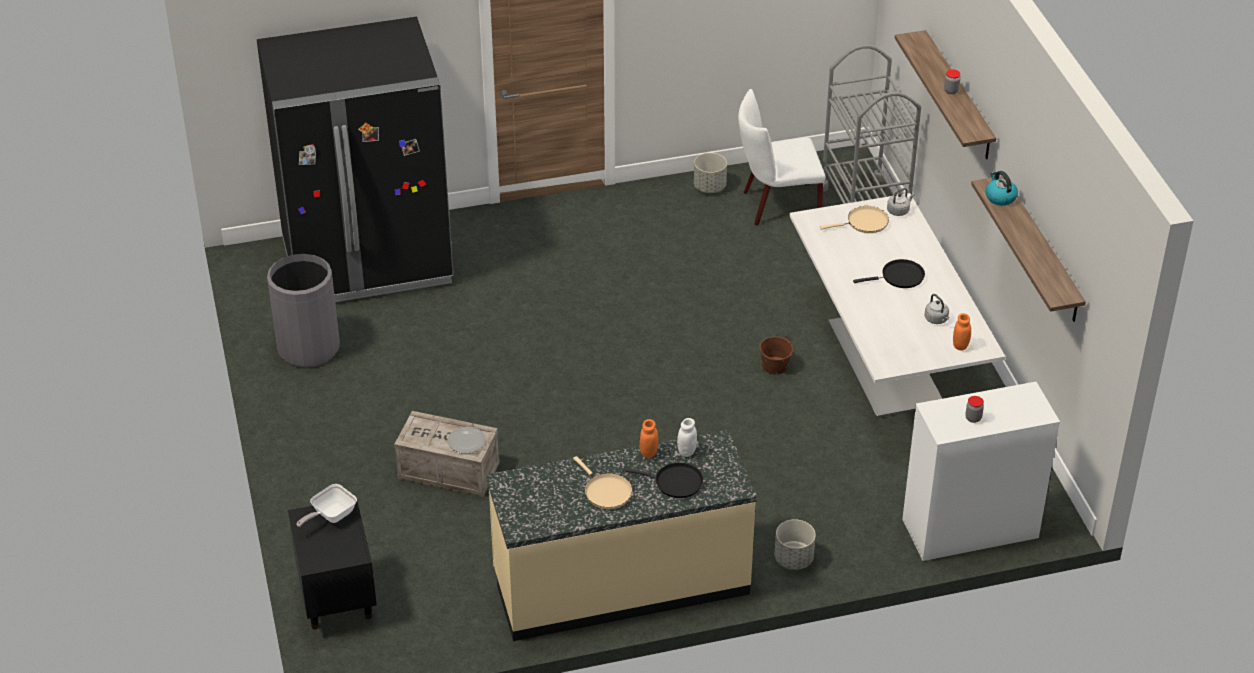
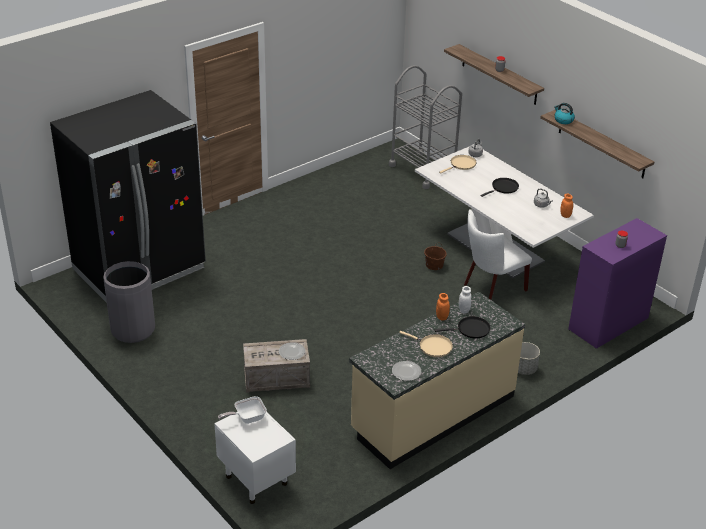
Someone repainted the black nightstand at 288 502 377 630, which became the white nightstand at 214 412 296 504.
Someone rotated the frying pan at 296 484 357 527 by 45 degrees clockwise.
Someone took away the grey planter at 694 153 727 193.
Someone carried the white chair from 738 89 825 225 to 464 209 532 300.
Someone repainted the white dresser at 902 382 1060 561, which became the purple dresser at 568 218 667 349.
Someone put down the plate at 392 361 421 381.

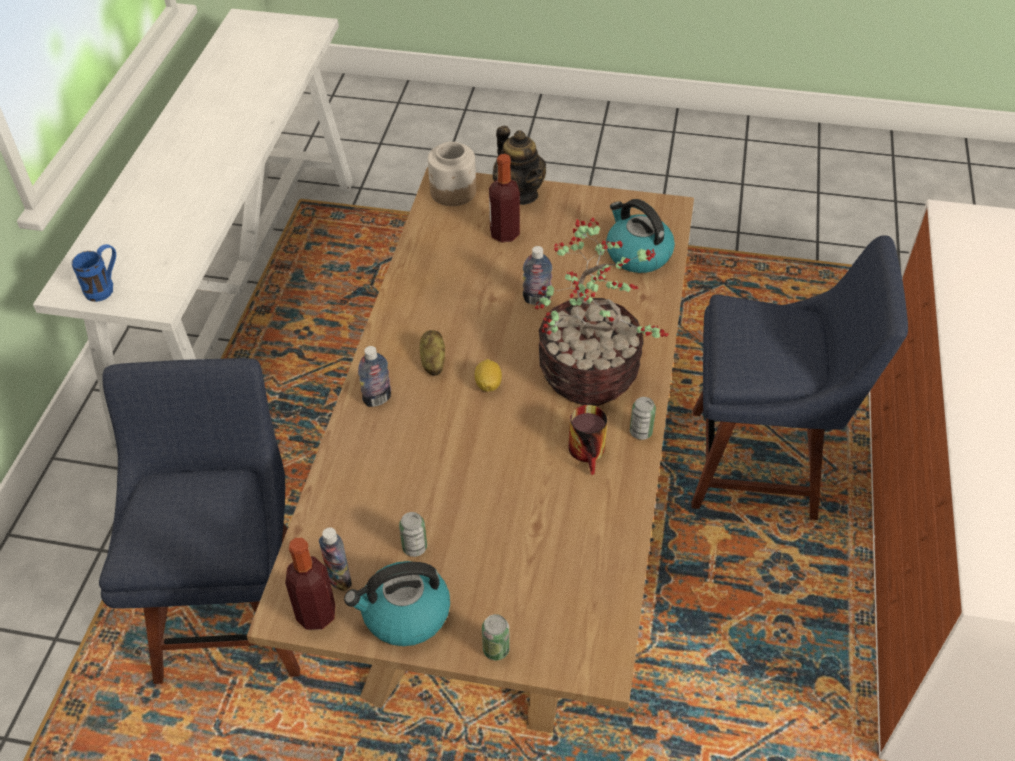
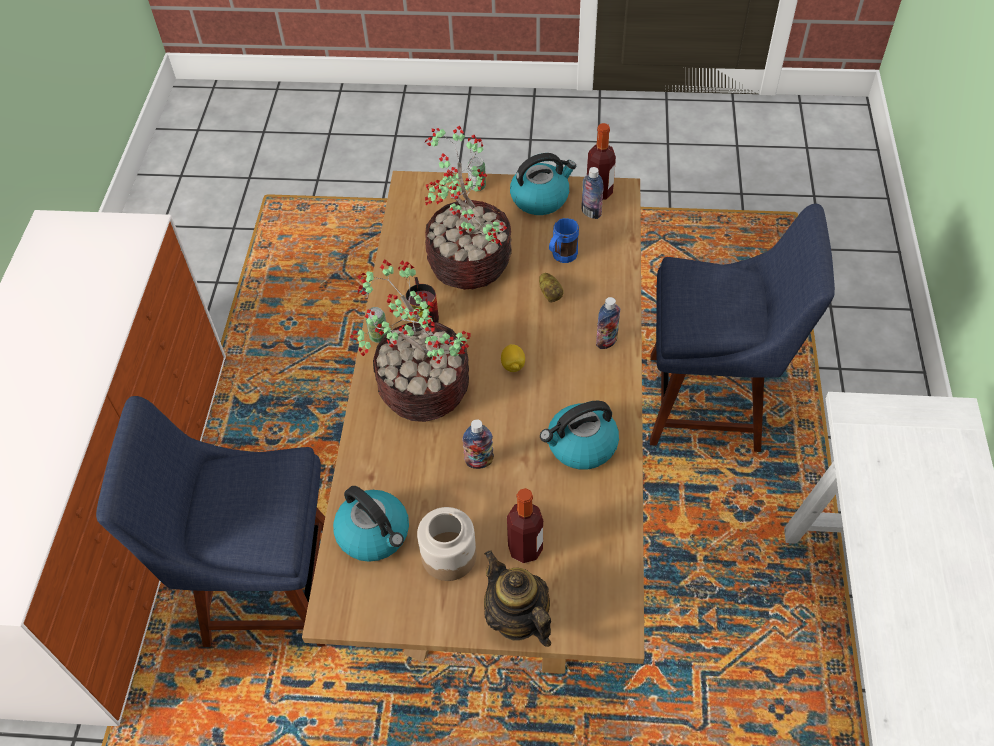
Someone carried the blue mug from 72 244 116 302 to 549 218 579 263.
Someone rotated the blue chair at 99 358 300 684 by 75 degrees counterclockwise.
Someone took away the can at 399 512 427 557.
Someone carried the potato from 420 330 445 376 to 539 273 564 303.
Someone carried the jar from 428 142 476 206 to 417 507 476 581.
Someone put down the potted plant at 425 126 512 290.
Someone put down the kettle at 540 401 619 470.

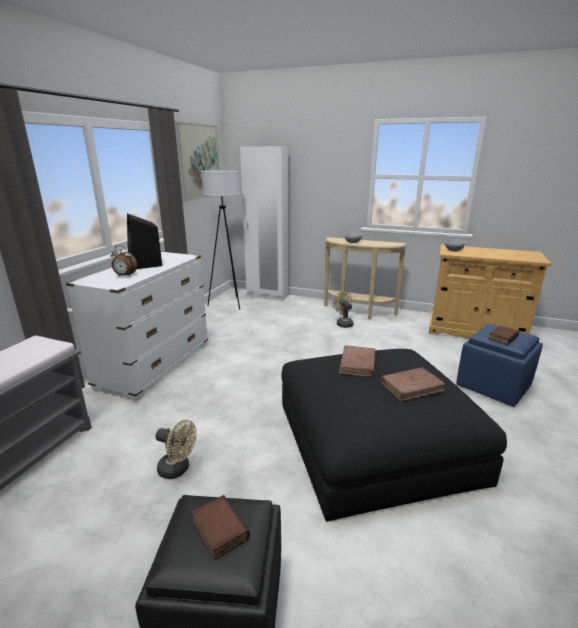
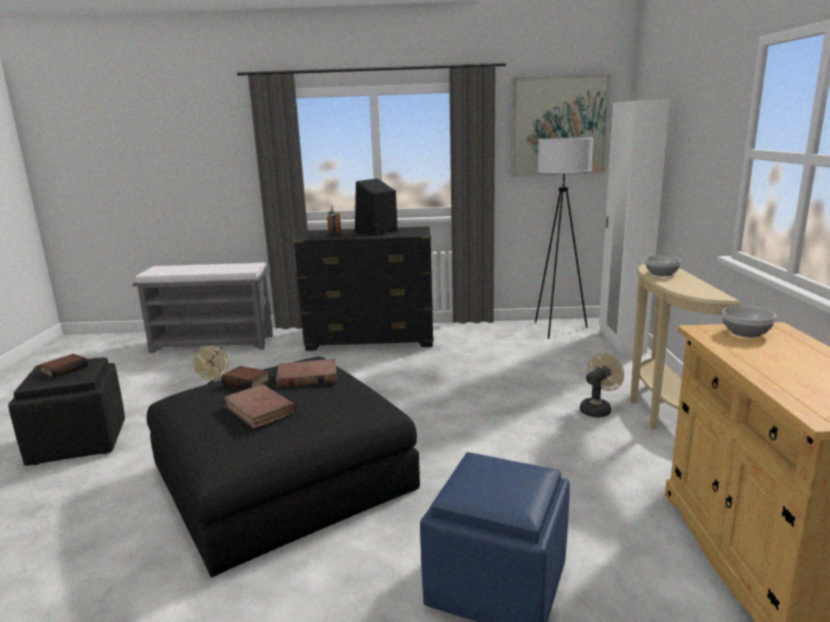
Someone repainted the white dresser at 66 251 208 401, which became the black dresser at 294 226 434 351.
Someone carried the book from 489 326 519 345 to 221 366 270 389.

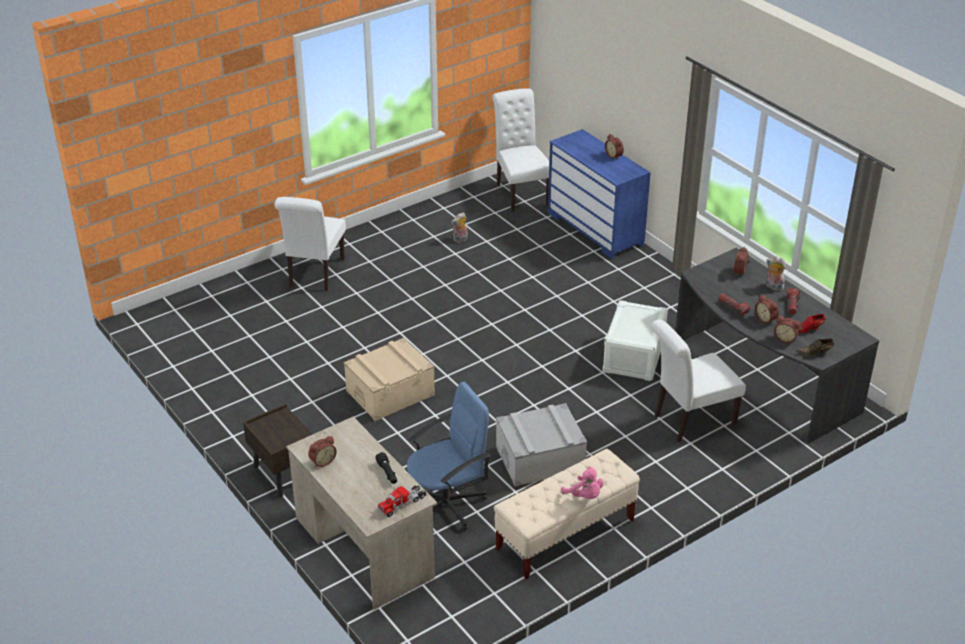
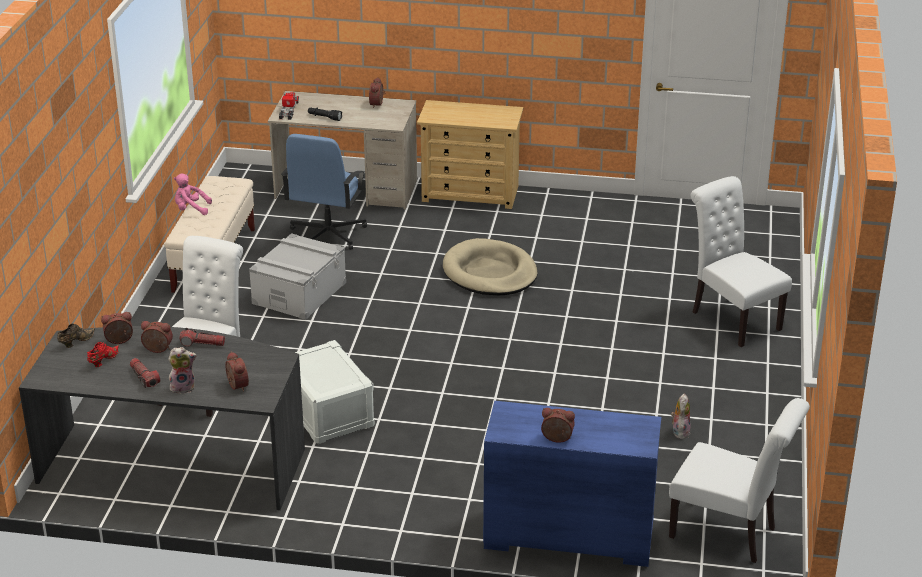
Someone swapped the brown nightstand at 243 404 313 497 for the beige dresser at 417 100 523 209.
Someone swapped the beige storage box at 344 338 435 421 for the beige dog bed at 443 238 538 295.

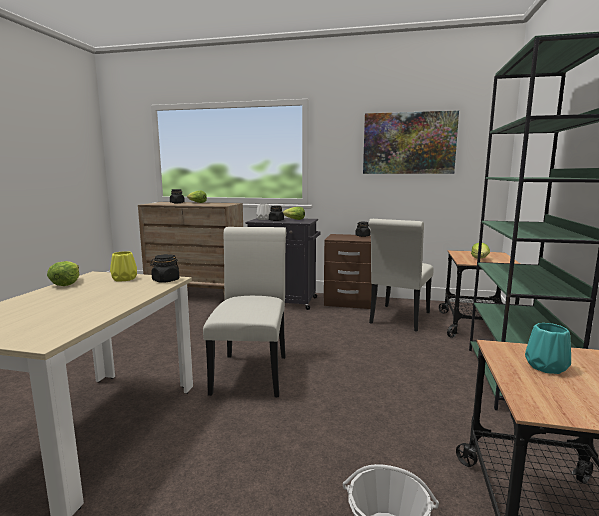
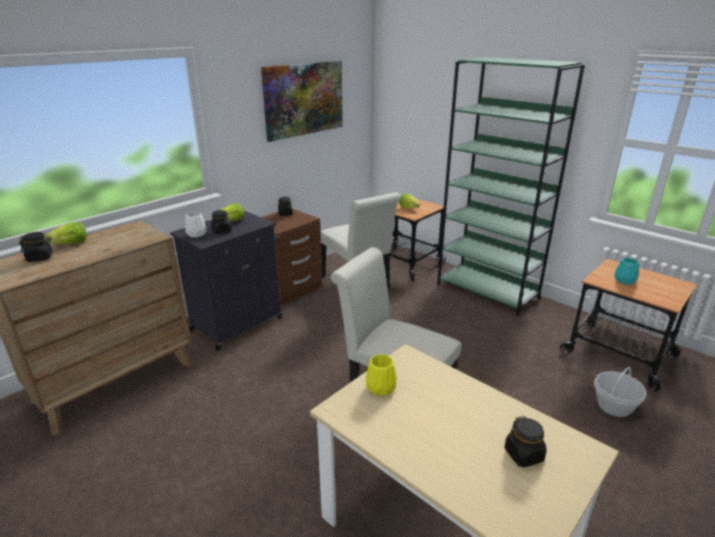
Someone took away the lettuce at 47 261 79 286.
Someone carried the black jar from 150 254 179 283 to 504 416 547 467.

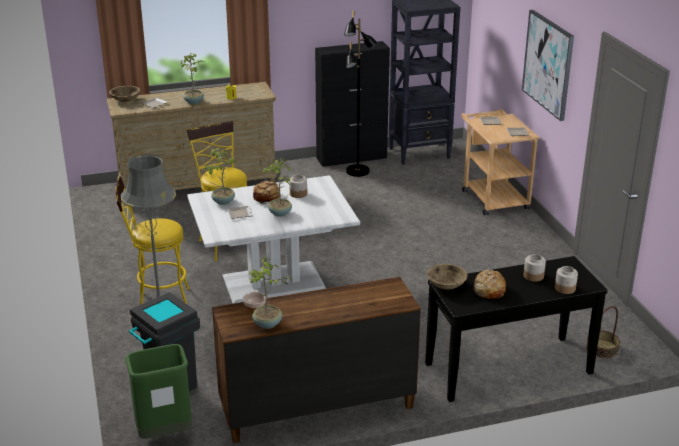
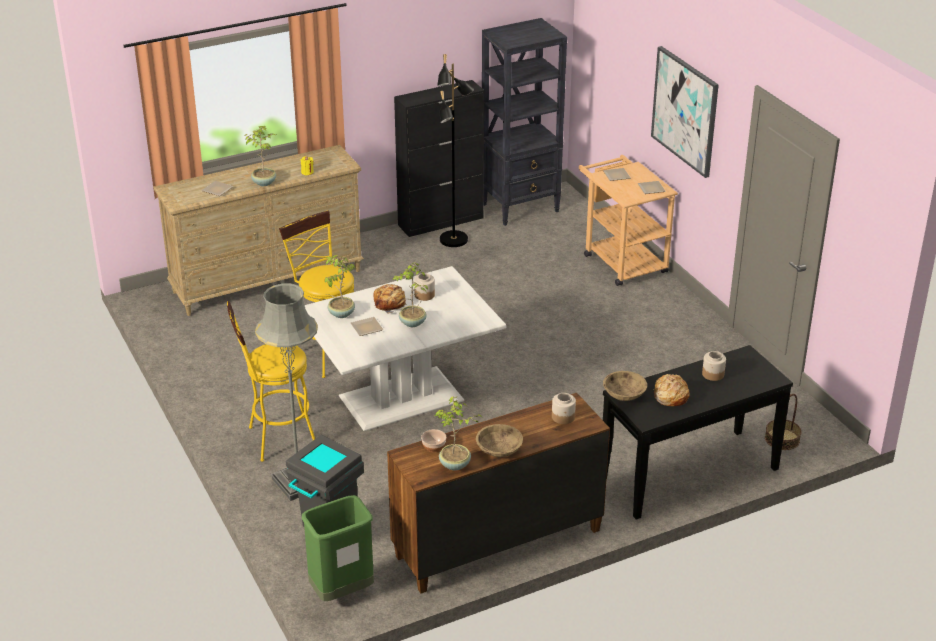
Someone carried the beige bowl from 109 86 140 102 to 476 424 523 457.
Someone carried the jar from 555 266 578 294 to 552 393 576 424.

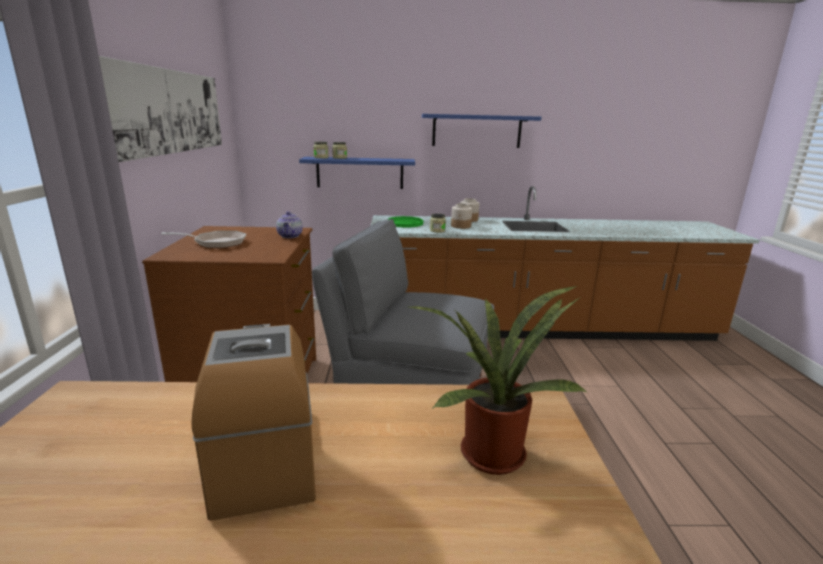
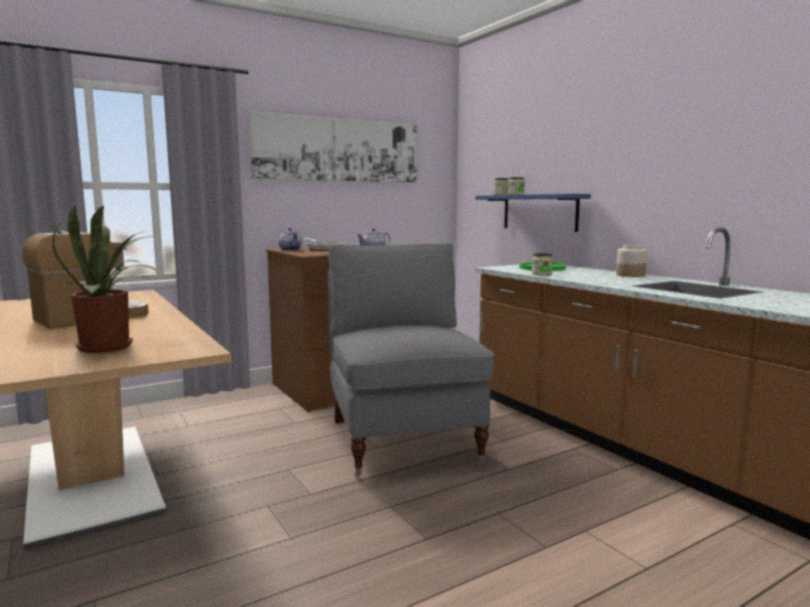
Someone took away the blue shelf at 422 114 542 148.
Someone took away the jar at 451 203 472 229.
Someone put down the teapot at 279 227 302 251.

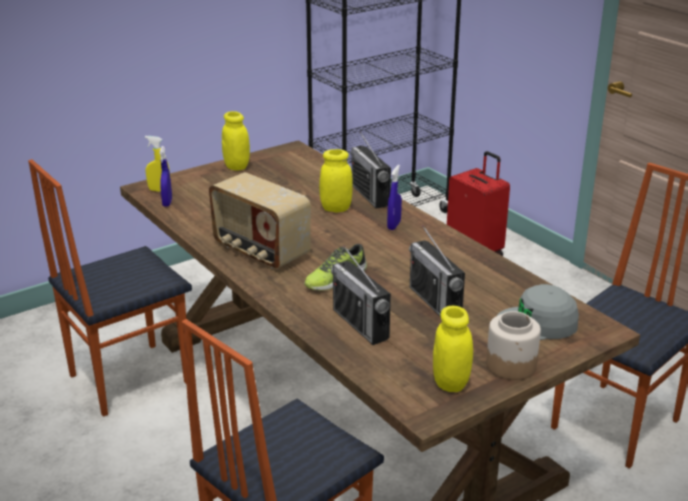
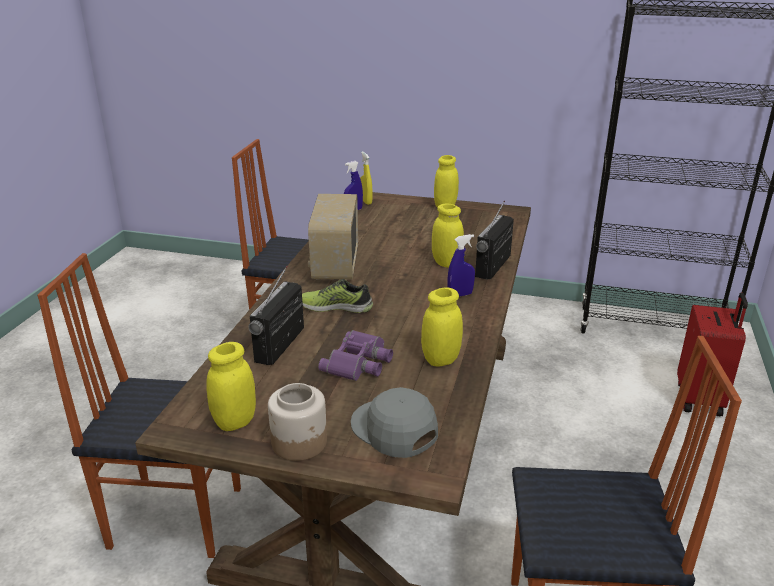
Someone swapped the radio at 409 225 465 317 for the purple binoculars at 318 330 393 381.
Someone put down the yellow jar at 421 287 463 366.

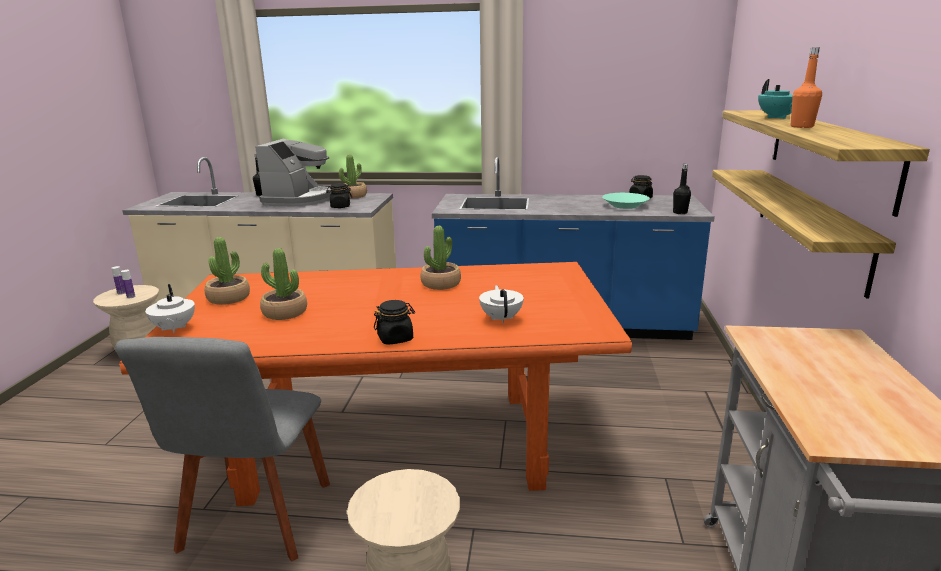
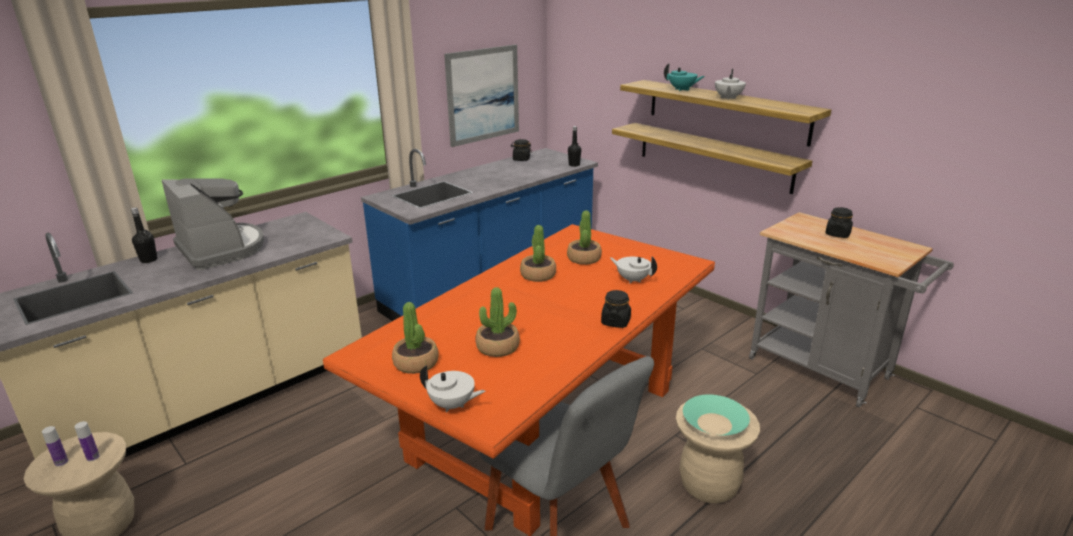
Someone carried the black jar from 326 183 352 208 to 825 207 853 238.
Someone carried the potted plant from 339 154 367 199 to 567 211 602 265.
Someone carried the turquoise bowl from 602 193 650 209 to 683 394 750 435.
Someone swapped the orange bottle at 791 47 822 128 for the white teapot at 715 69 746 100.
Someone put up the picture at 444 45 519 147.

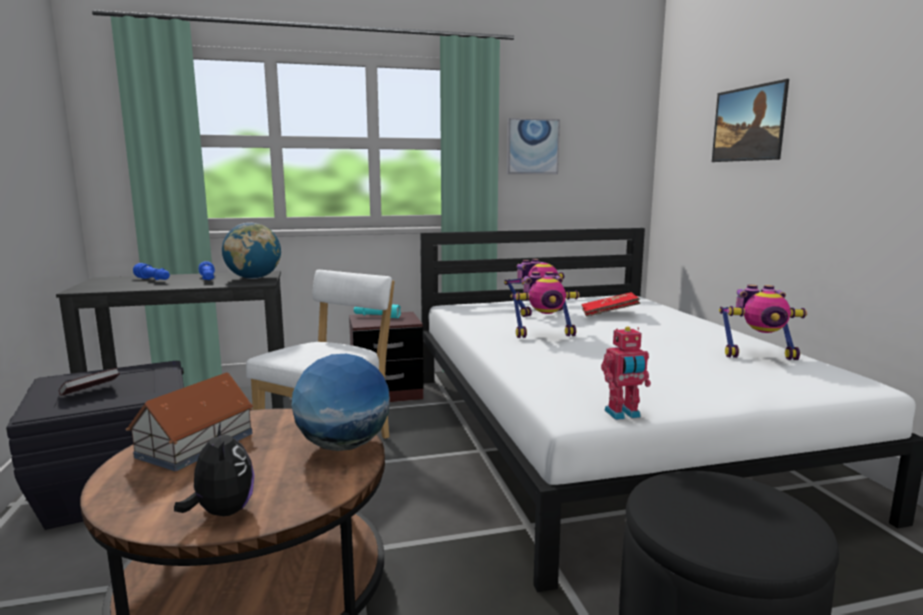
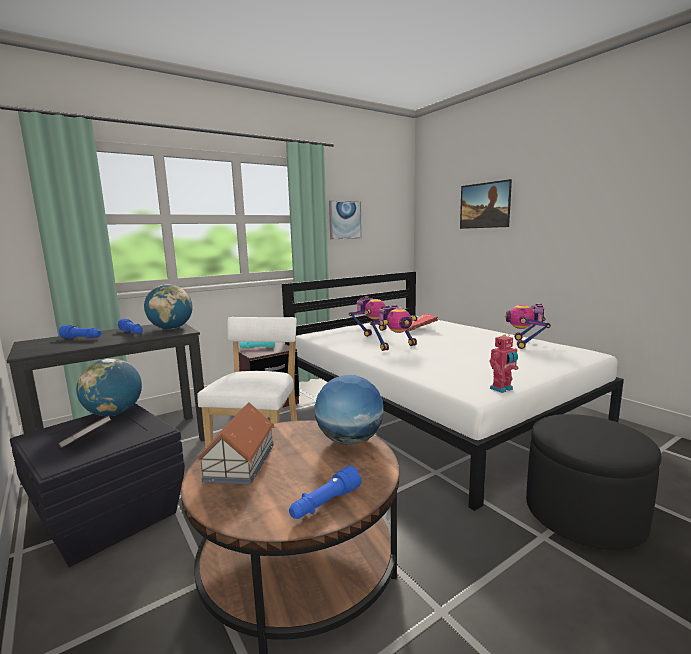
Someone swapped the plush toy at 174 422 255 516 for the blue flashlight at 289 466 362 519.
Someone rotated the toy robot at 719 285 807 360 by 120 degrees clockwise.
Someone put down the globe at 76 359 142 416.

